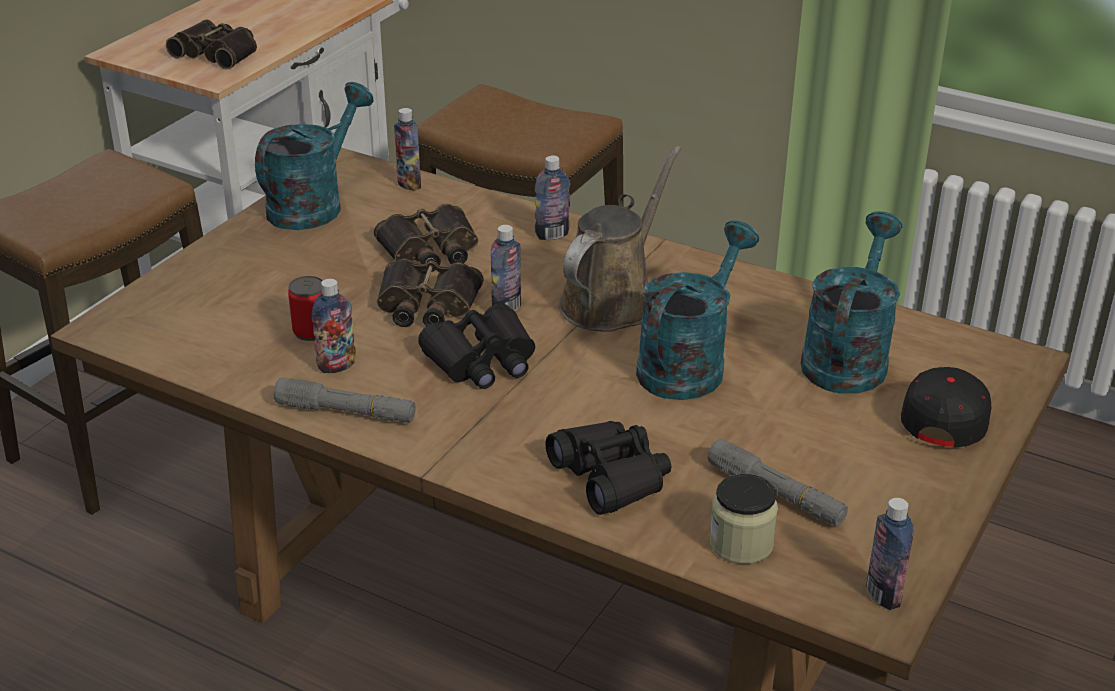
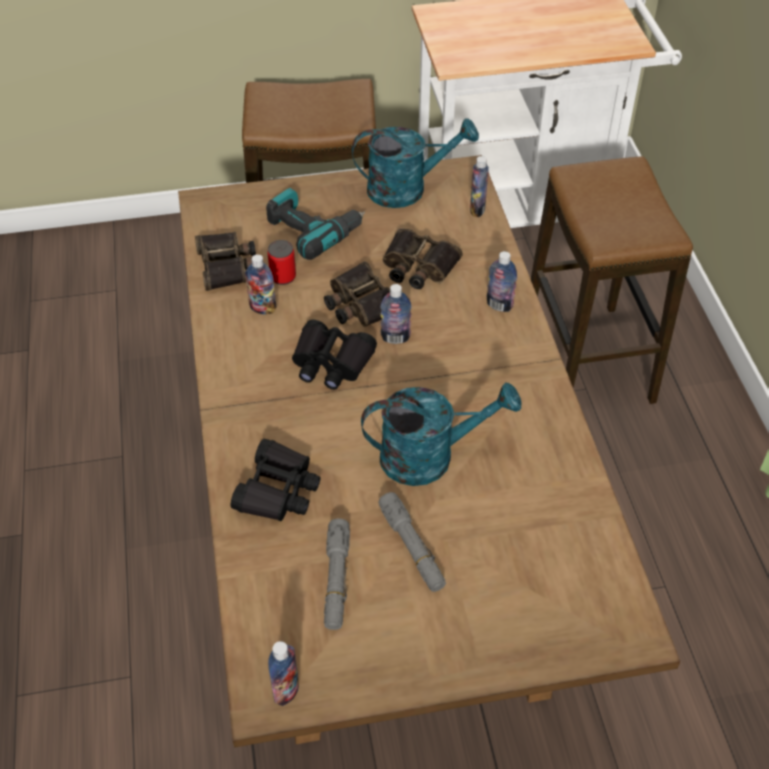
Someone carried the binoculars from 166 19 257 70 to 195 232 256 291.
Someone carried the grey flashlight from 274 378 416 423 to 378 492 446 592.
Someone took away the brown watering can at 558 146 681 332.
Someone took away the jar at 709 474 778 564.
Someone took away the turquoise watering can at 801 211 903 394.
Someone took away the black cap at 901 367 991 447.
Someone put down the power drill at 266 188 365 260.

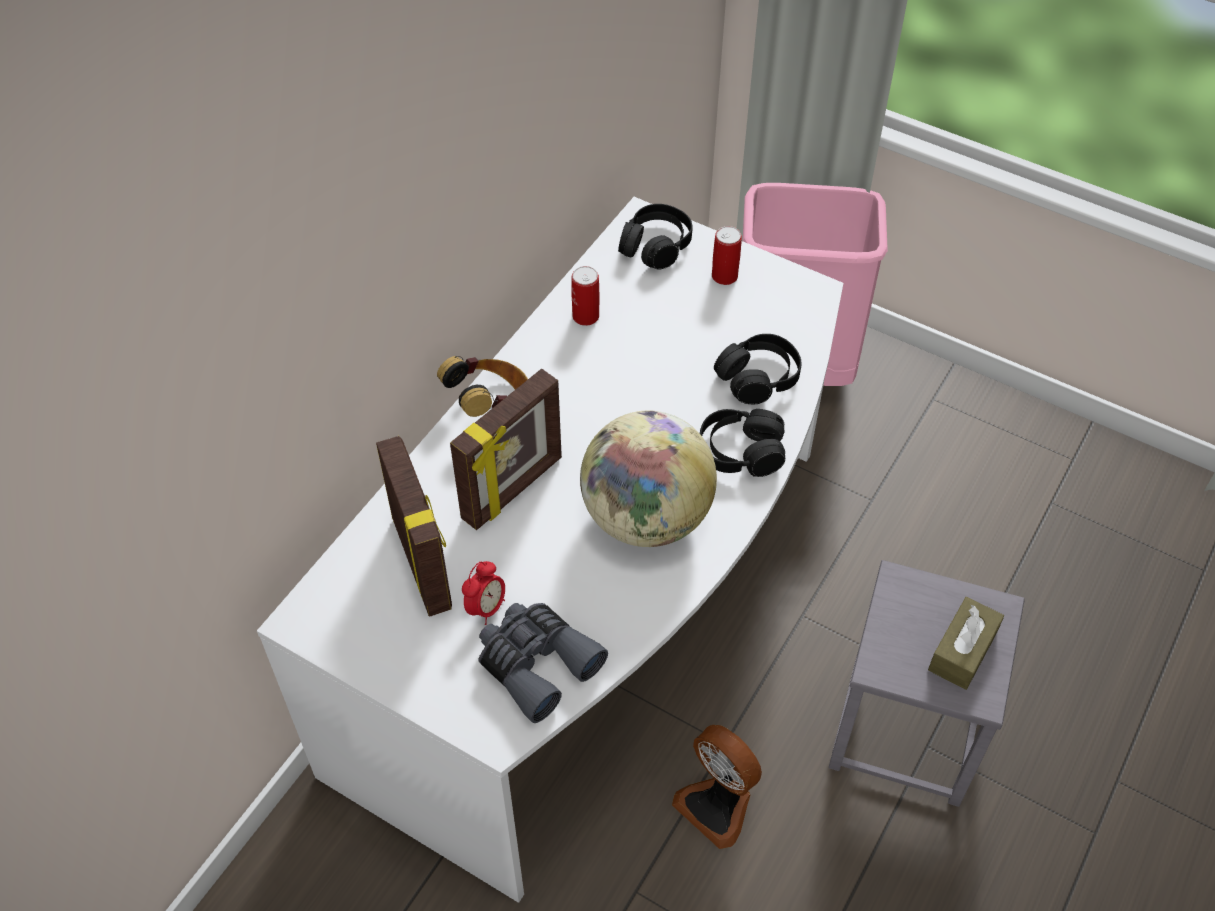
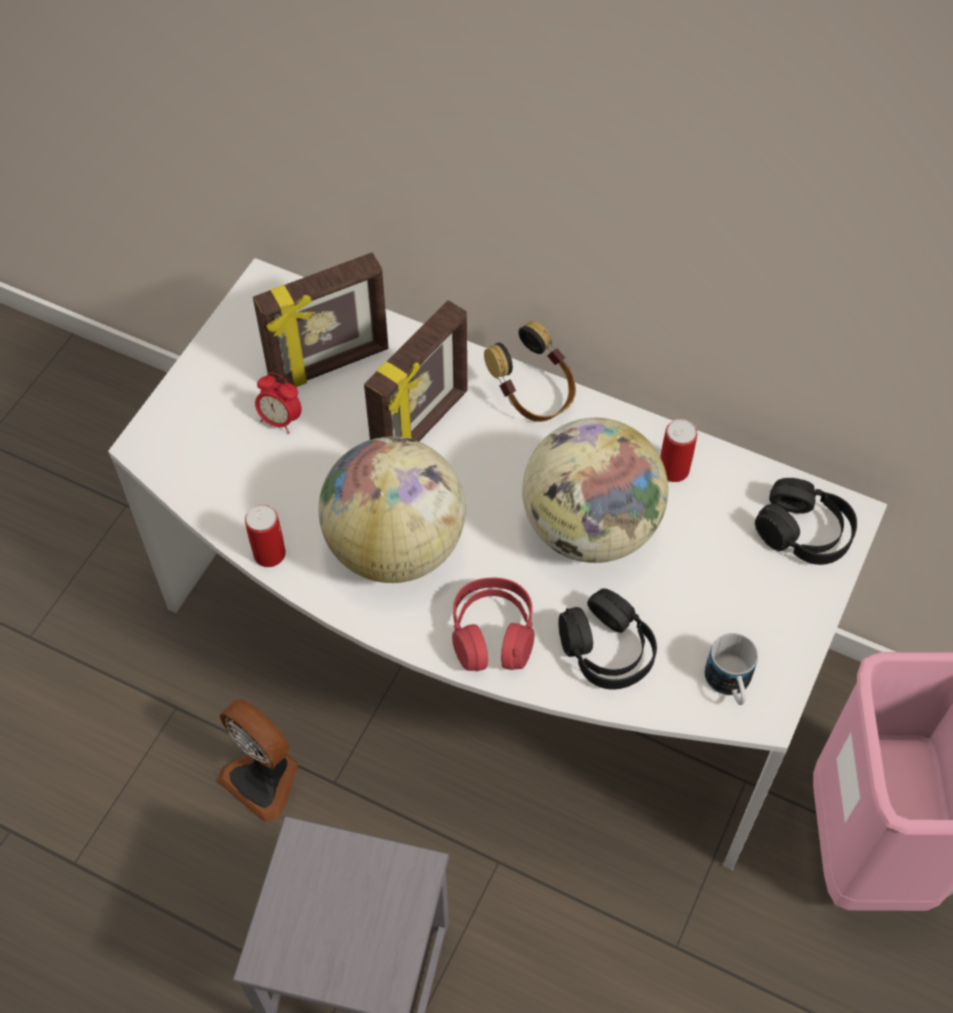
Someone rotated the picture frame at 450 369 562 530 by 90 degrees counterclockwise.
Someone took away the grey binoculars at 478 603 608 723.
Someone rotated the fan at 672 725 762 849 by 90 degrees counterclockwise.
Someone repainted the black headphones at 700 409 785 477, which became the red headphones at 452 578 534 671.
Someone carried the can from 712 226 742 285 to 245 504 286 567.
Someone took away the brown tissue box at 928 597 1004 690.
Someone put down the globe at 522 418 668 563.
Someone put down the mug at 704 633 758 705.

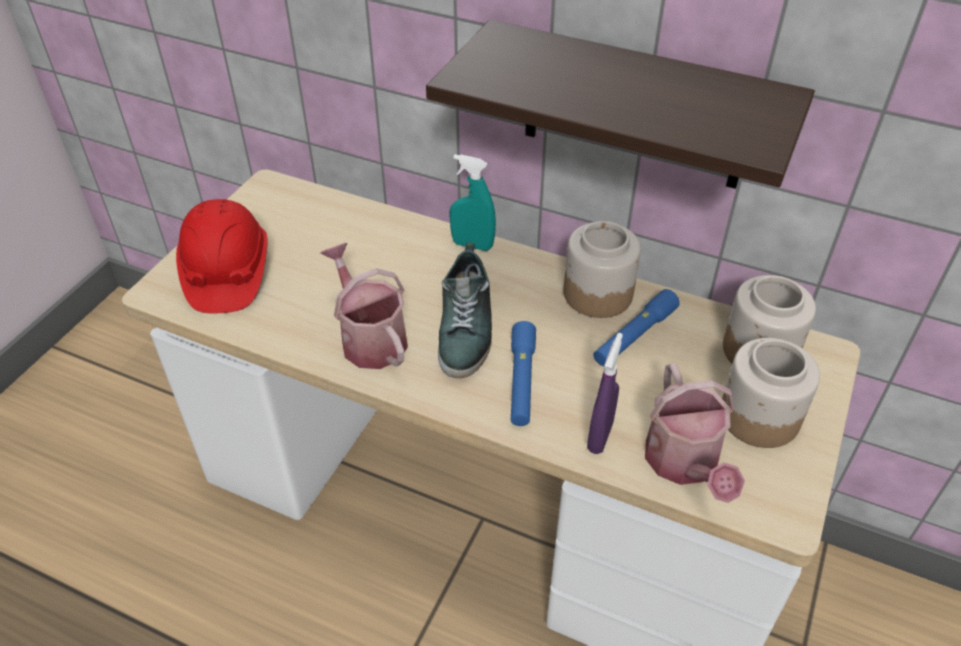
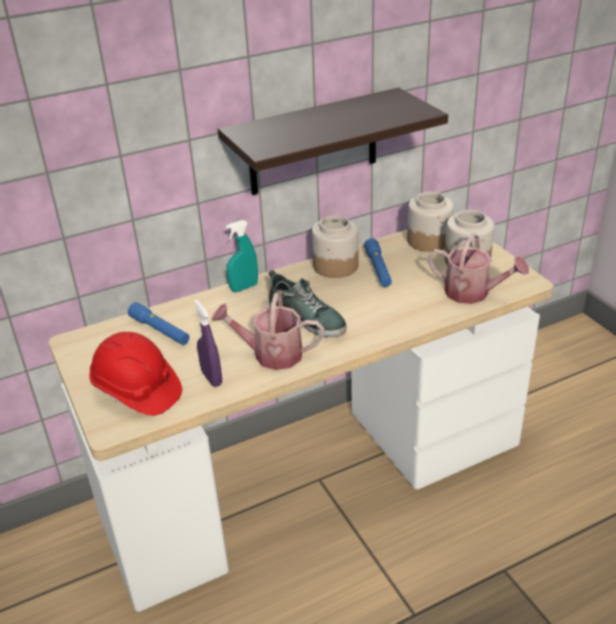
Someone carried the blue flashlight from 511 321 536 426 to 128 302 189 345.
Someone carried the purple spray bottle from 587 333 623 454 to 194 300 222 387.

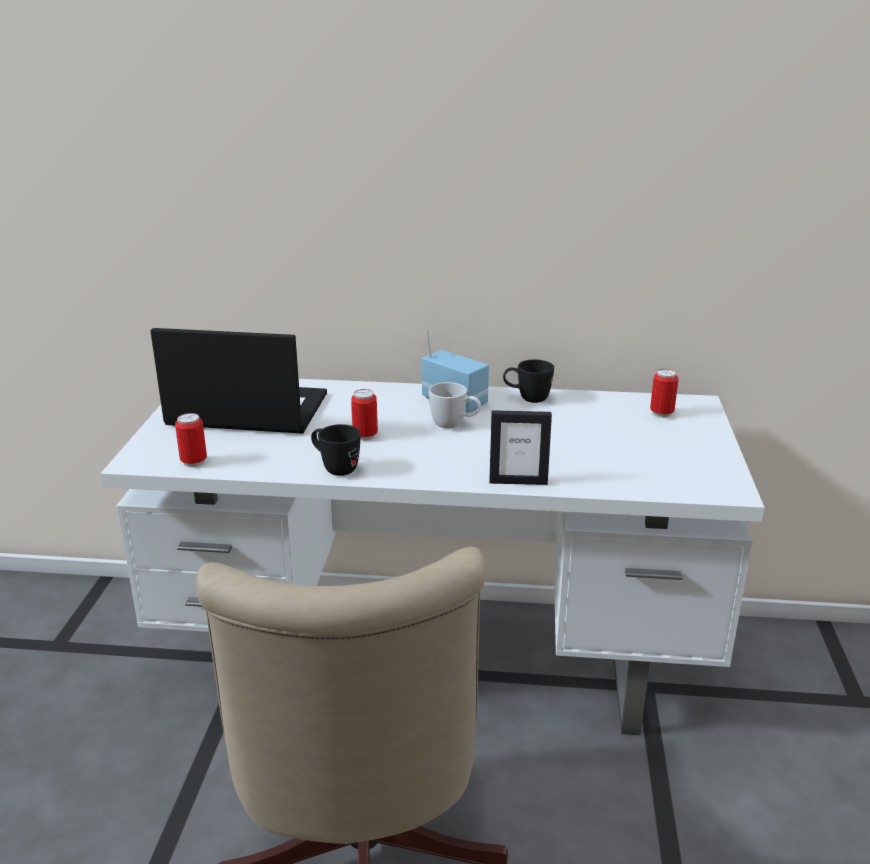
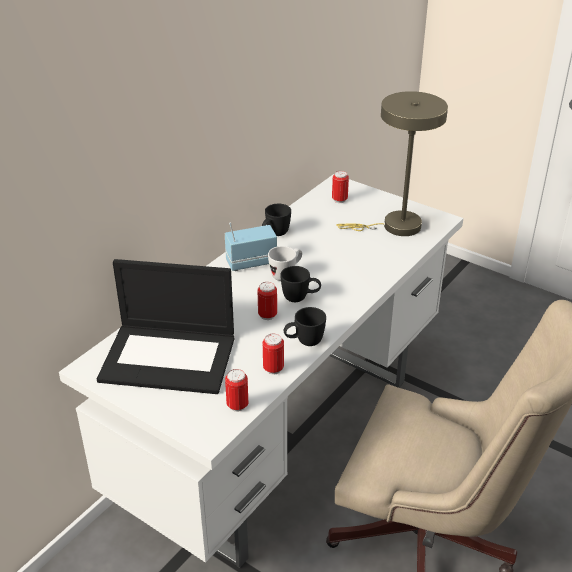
Someone rotated the laptop at 151 328 327 434 by 120 degrees counterclockwise.
Someone took away the picture frame at 489 410 552 485.
Someone put down the can at 263 334 284 375.
Someone put down the black mug at 280 266 321 302.
Someone put down the beige table lamp at 336 91 448 236.

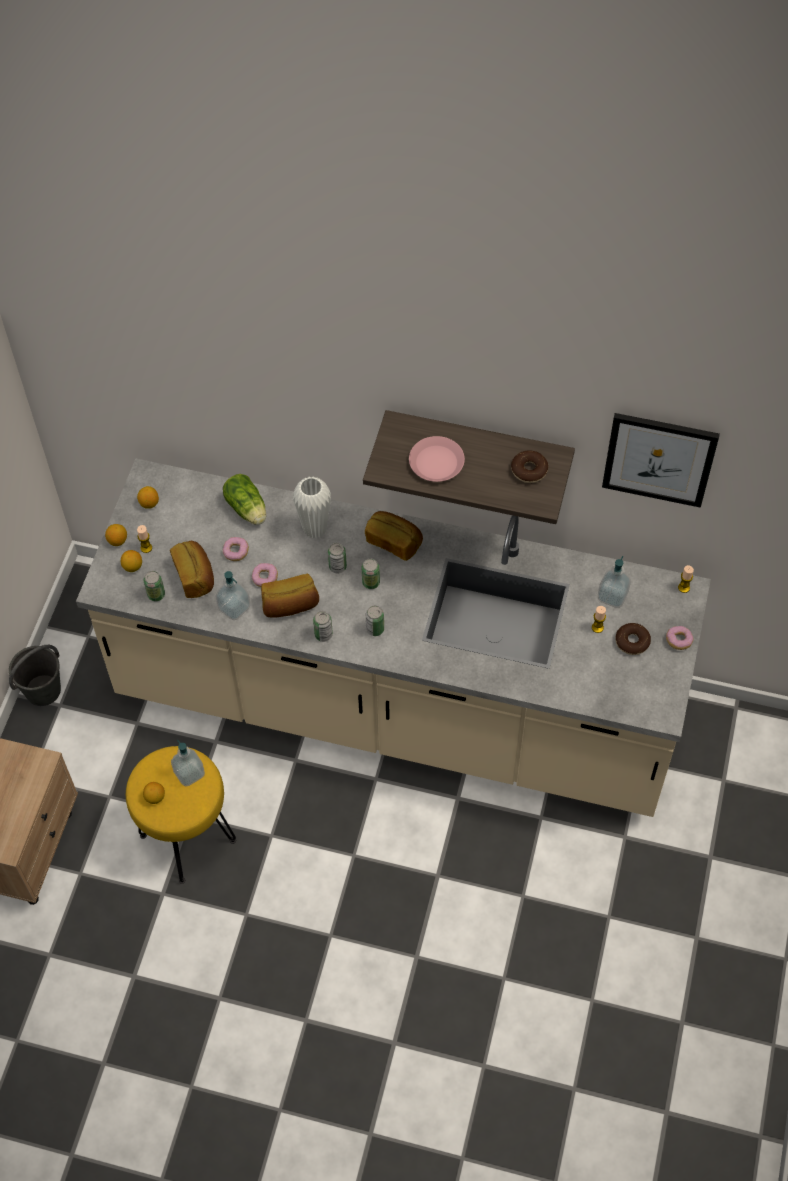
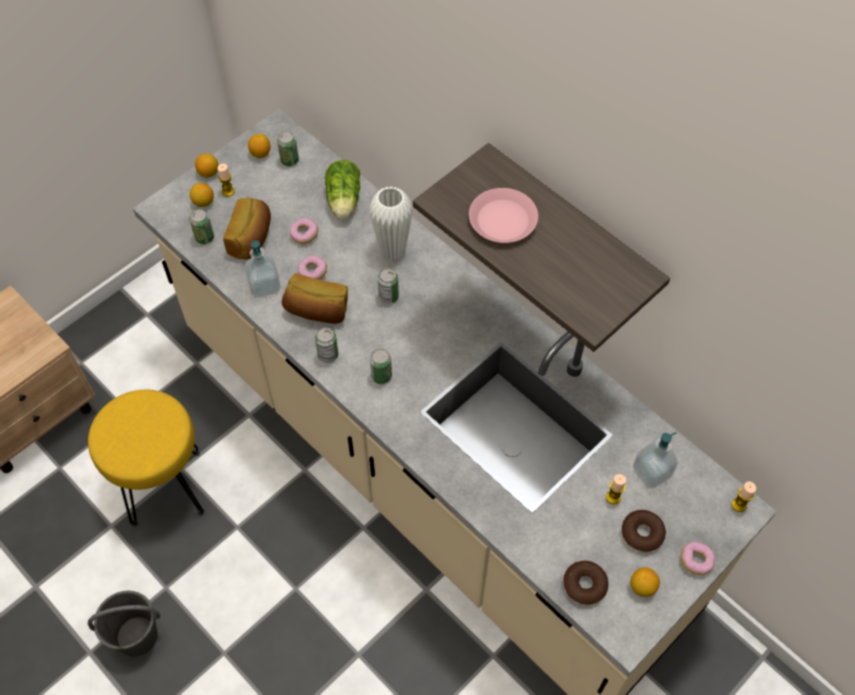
Someone carried the grey bucket from 9 645 61 706 to 88 591 161 657.
Someone carried the lemon from 143 782 165 804 to 630 567 660 597.
Someone took away the soap dispenser at 171 740 205 787.
Someone carried the can from 362 559 380 589 to 277 131 299 167.
Someone took away the bread at 365 511 423 561.
Someone carried the donut from 511 450 548 483 to 563 561 608 605.
Someone took away the picture at 602 413 720 508.

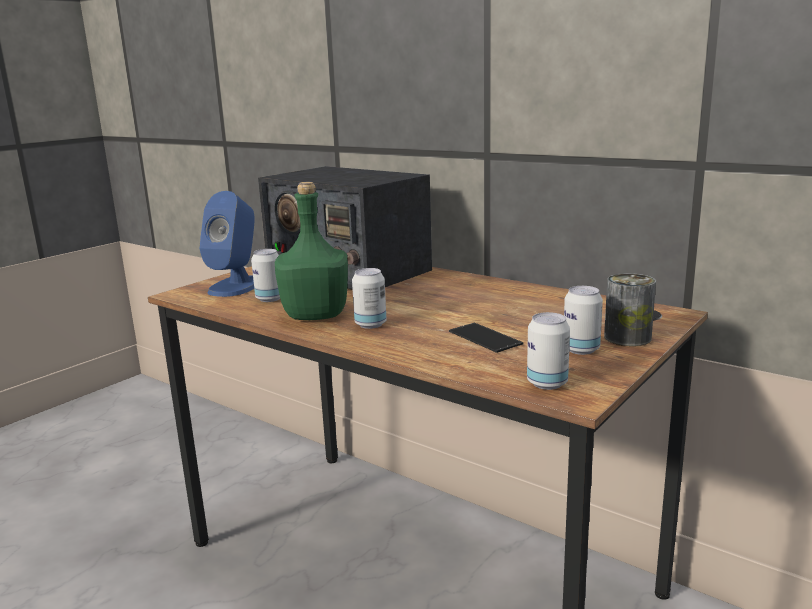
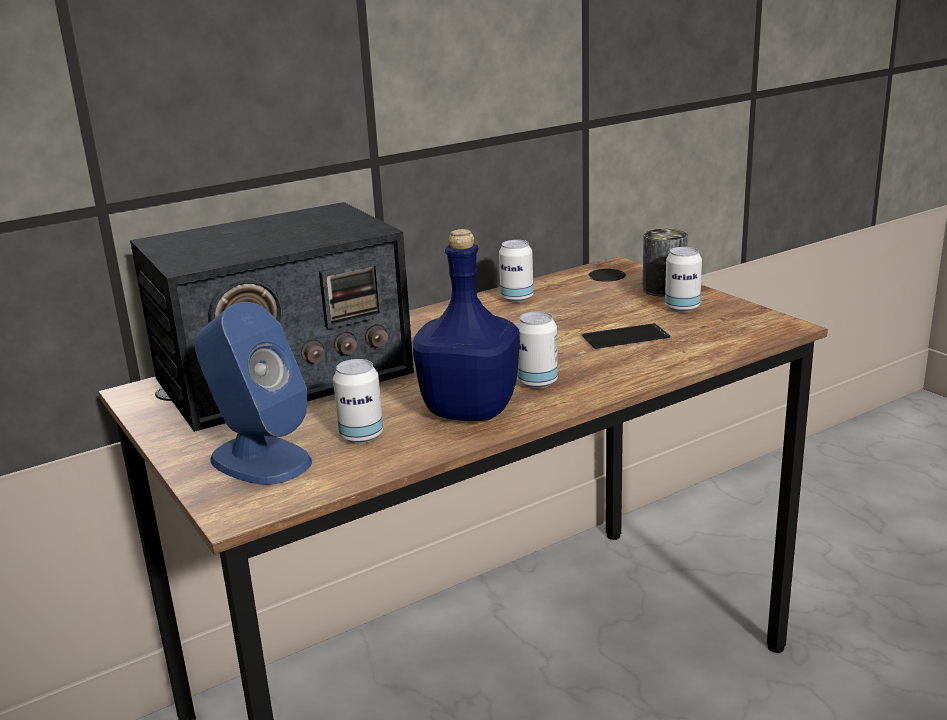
Someone repainted the green bottle at 275 182 348 320, which became the blue bottle at 413 229 520 421.
Someone carried the can from 527 312 570 390 to 499 240 533 303.

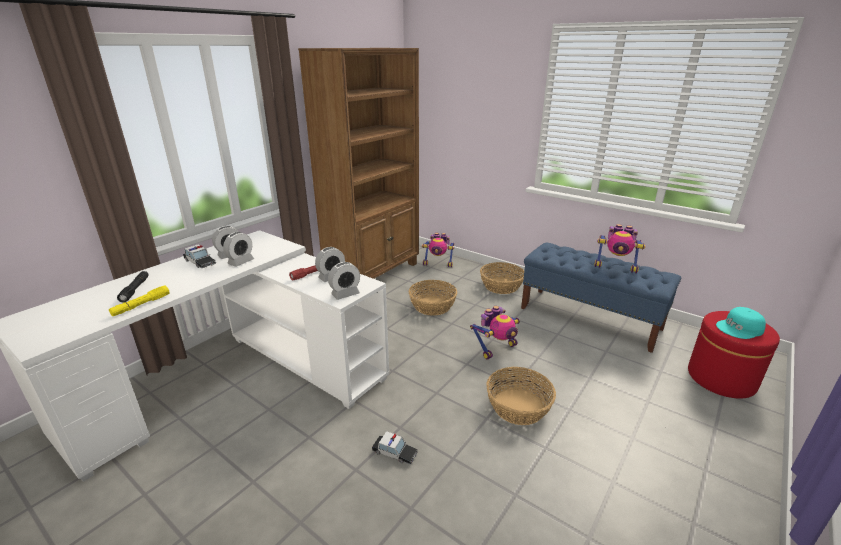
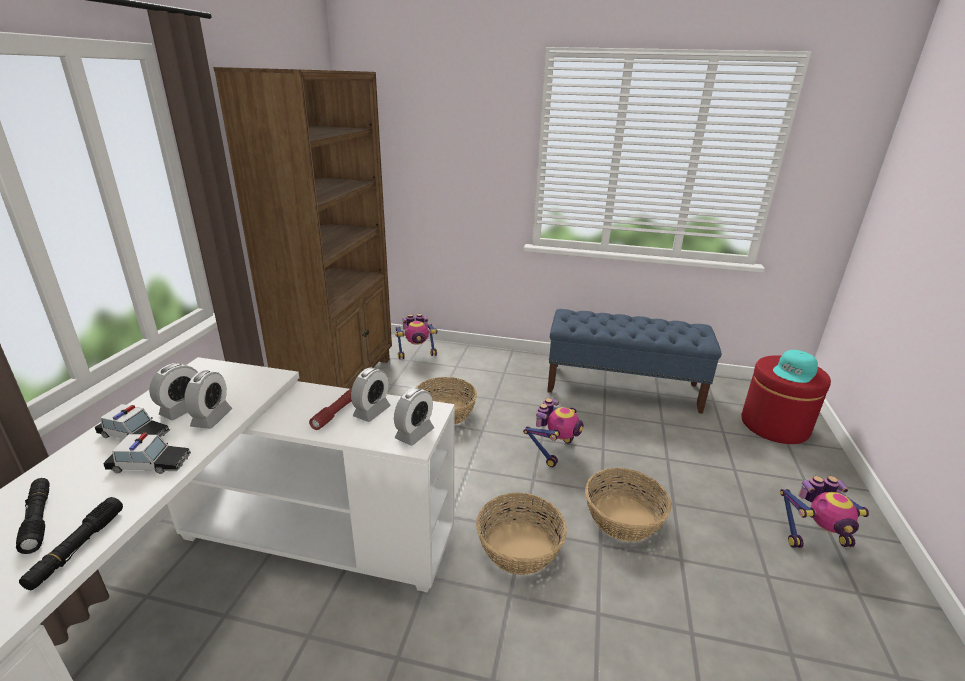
Someone repainted the yellow flashlight at 109 286 169 316, which became the black flashlight at 19 497 123 590.
Someone carried the toy car from 372 431 418 465 to 103 433 191 474.
Someone carried the basket from 480 262 524 294 to 476 493 567 575.
Someone carried the toy robot from 594 224 646 273 to 780 476 869 548.

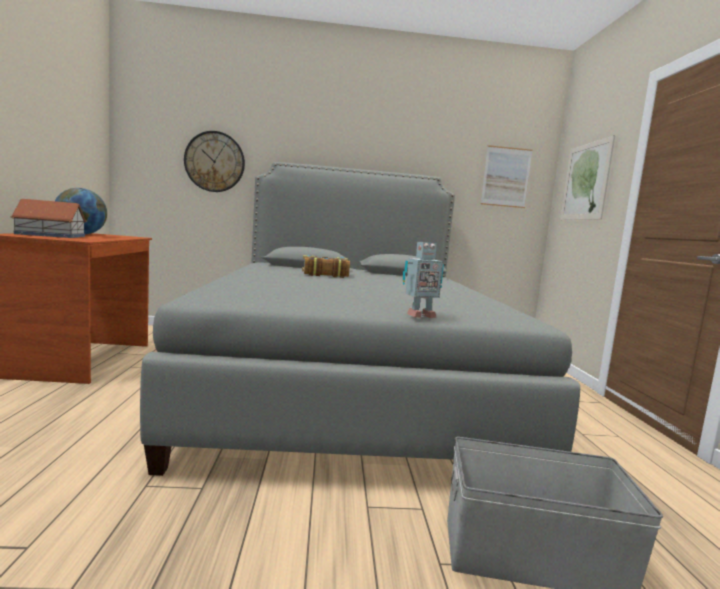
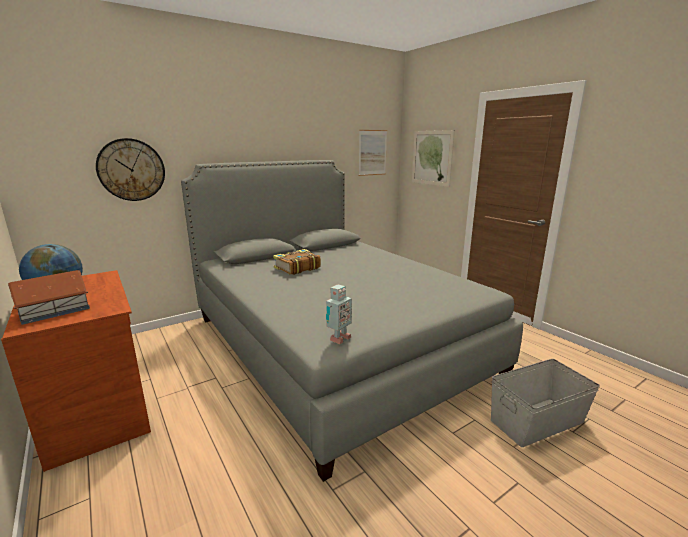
Someone carried the toy robot from 403 242 444 318 to 326 284 352 344.

